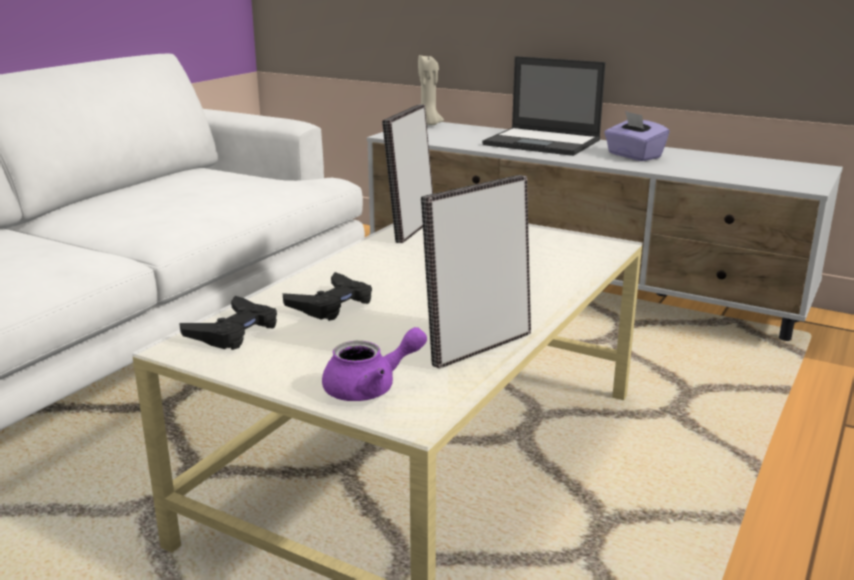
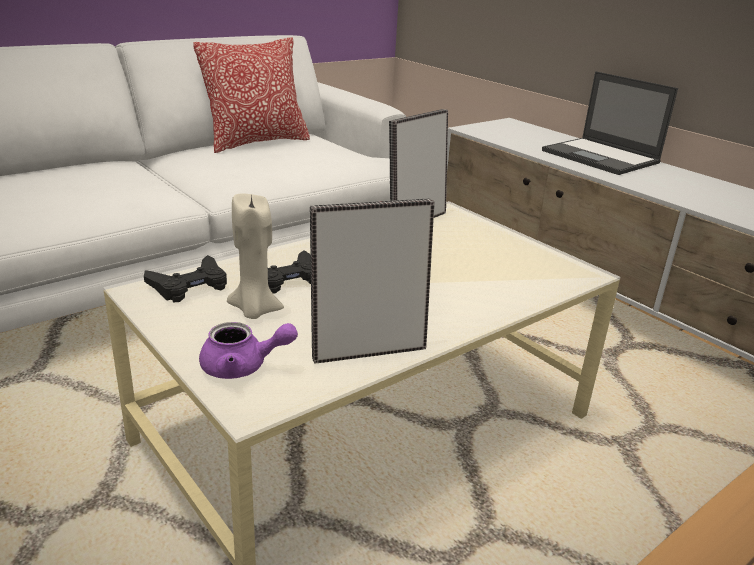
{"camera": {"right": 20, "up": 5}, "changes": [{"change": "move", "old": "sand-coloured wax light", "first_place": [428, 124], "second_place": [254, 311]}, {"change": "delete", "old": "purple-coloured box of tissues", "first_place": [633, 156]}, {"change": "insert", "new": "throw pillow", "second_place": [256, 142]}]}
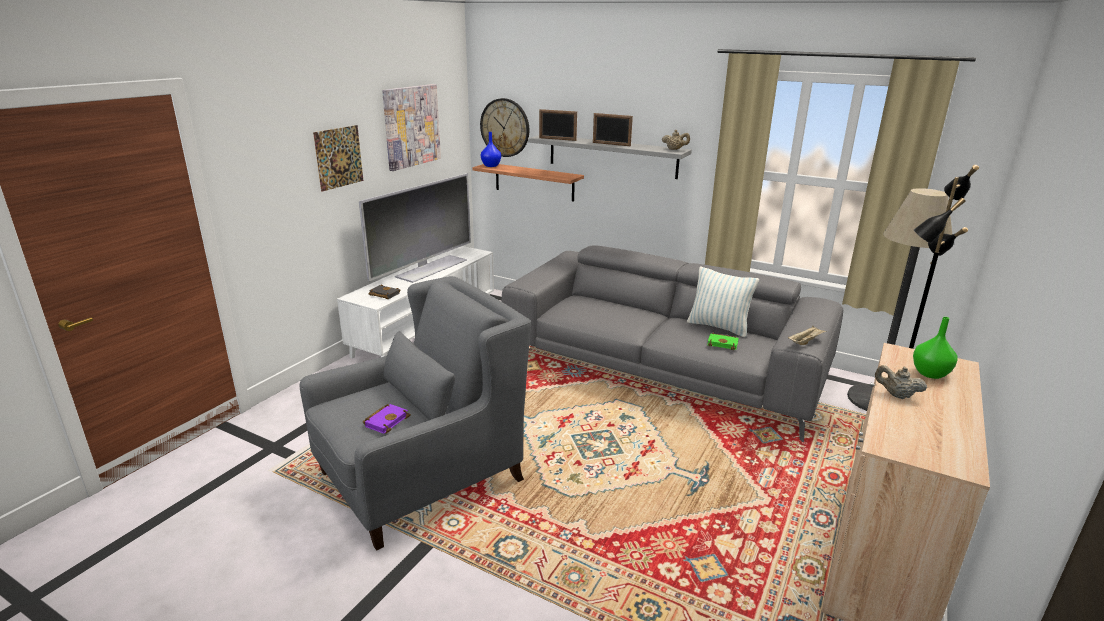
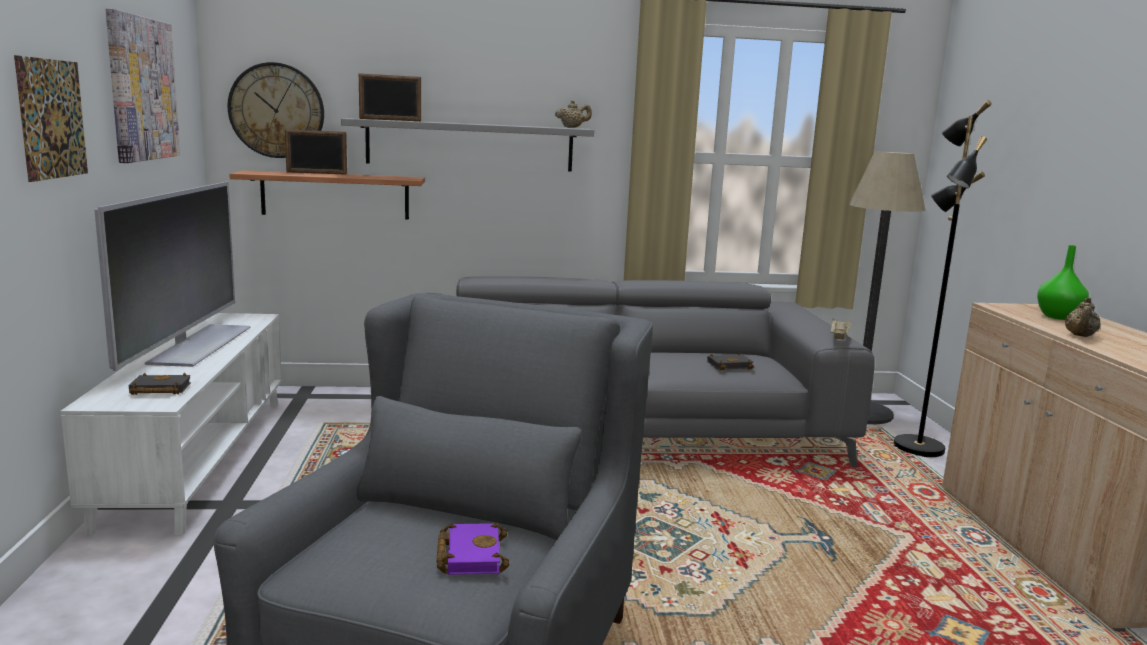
{"camera": {"right": -35, "up": -10}, "changes": [{"change": "delete", "old": "bluish vase", "first_place": [490, 166]}, {"change": "move", "old": "picture frame", "first_place": [611, 144], "second_place": [316, 173]}, {"change": "delete", "old": "throw pillow", "first_place": [718, 327]}, {"change": "recolor", "old": "green volume", "new": "black volume", "first_place": [723, 343], "second_place": [730, 365]}, {"change": "rotate", "old": "sand-coloured teapot", "first_place": [896, 395], "second_place": [1080, 336], "degrees": -60}]}
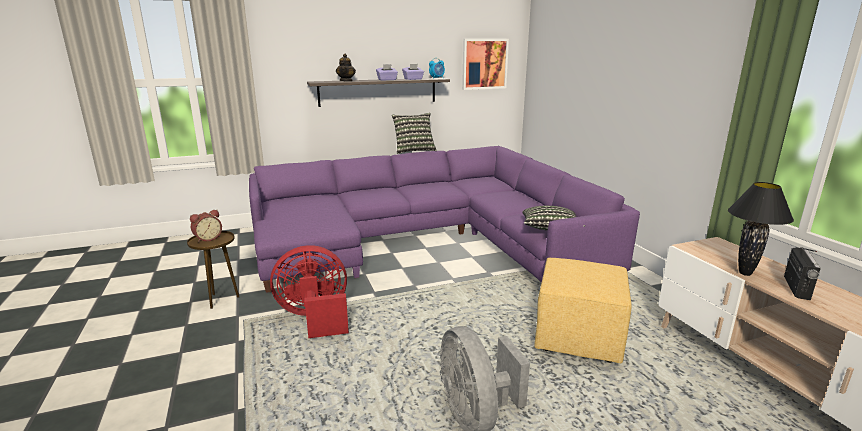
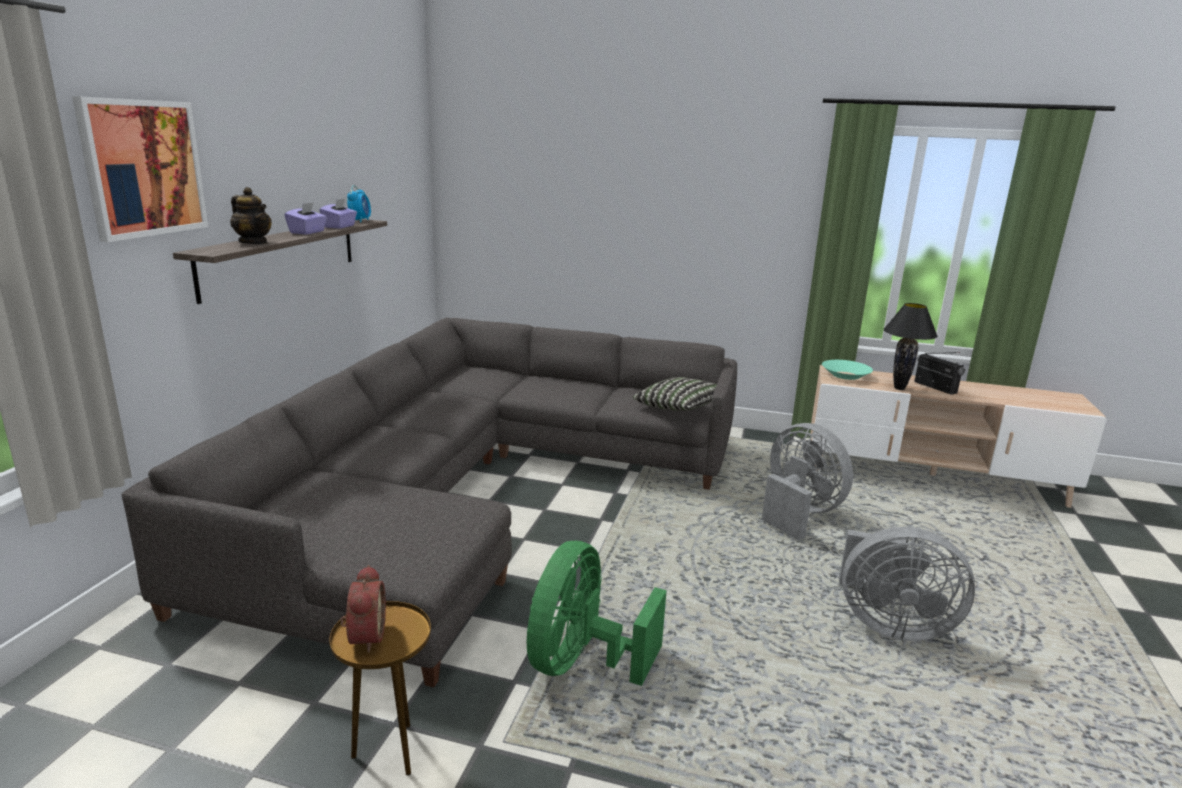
{"camera": {"right": -55, "up": 0}, "changes": [{"change": "recolor", "old": "purple-coloured settee", "new": "greyish settee", "first_place": [429, 240], "second_place": [473, 489]}, {"change": "recolor", "old": "red fan", "new": "green fan", "first_place": [315, 318], "second_place": [582, 662]}, {"change": "delete", "old": "throw pillow", "first_place": [414, 150]}, {"change": "move", "old": "wall art", "first_place": [484, 64], "second_place": [143, 168]}, {"change": "replace", "old": "yellow pouffe", "new": "greyish fan", "first_place": [576, 338], "second_place": [798, 513]}, {"change": "insert", "new": "blue-green deep dish", "second_place": [845, 375]}]}
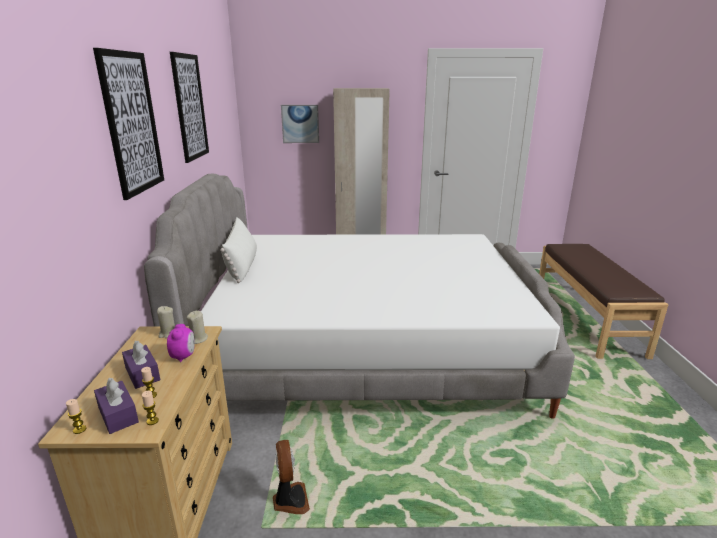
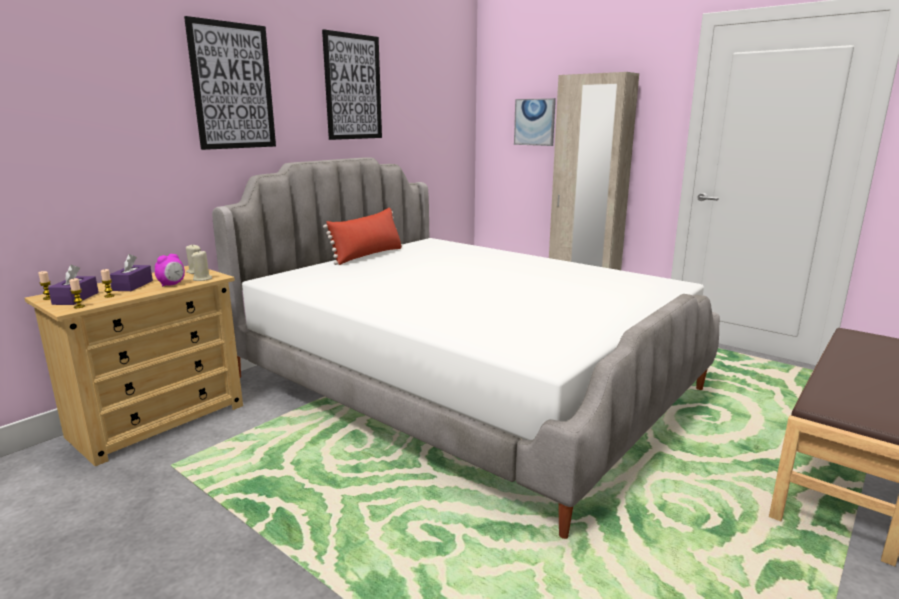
{"camera": {"right": 40, "up": -5}, "changes": [{"change": "recolor", "old": "white throw pillow", "new": "red throw pillow", "first_place": [242, 265], "second_place": [368, 255]}, {"change": "delete", "old": "fan", "first_place": [290, 500]}]}
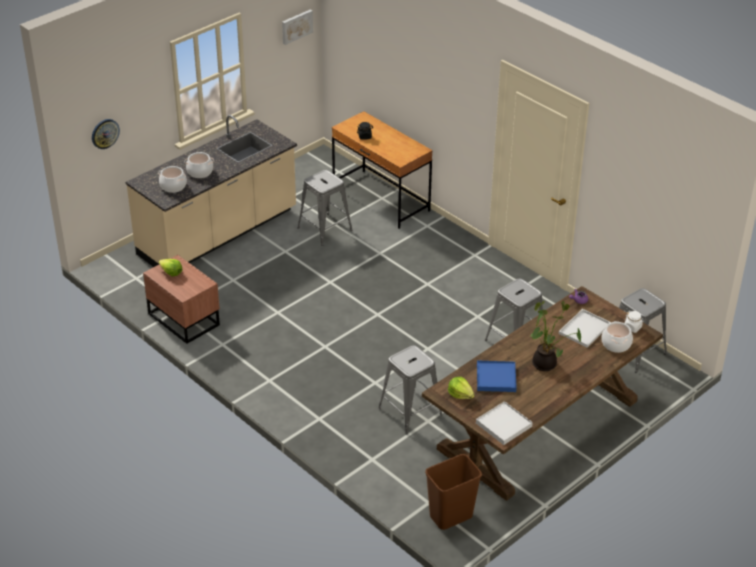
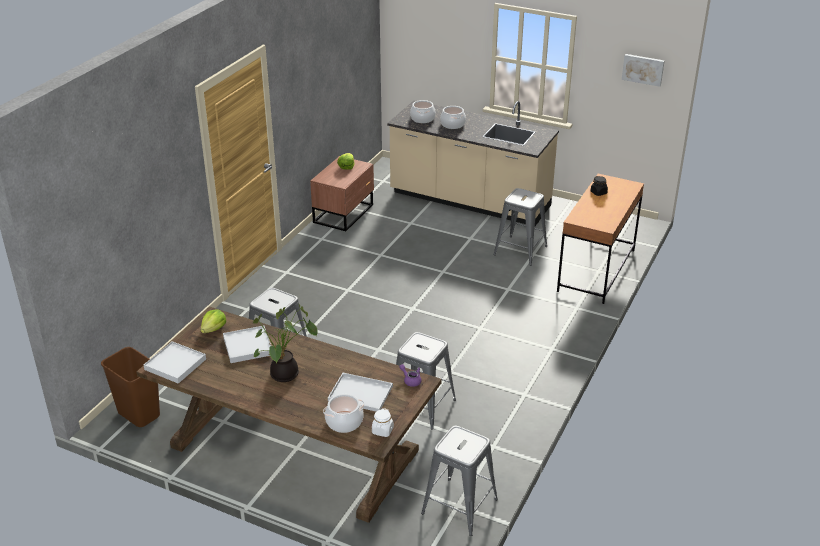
{"camera": {"right": 70, "up": -5}, "changes": [{"change": "delete", "old": "clock on the wall", "first_place": [105, 133]}, {"change": "recolor", "old": "bluish carrying tray", "new": "white carrying tray", "first_place": [496, 378], "second_place": [248, 346]}]}
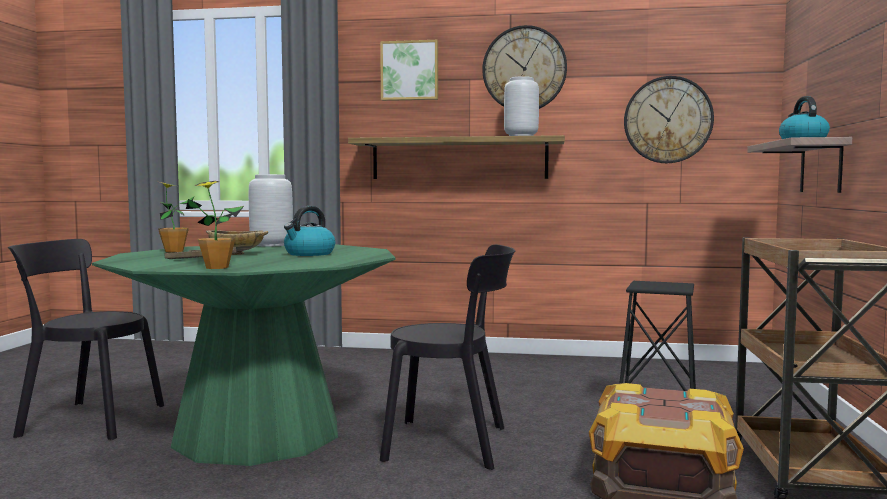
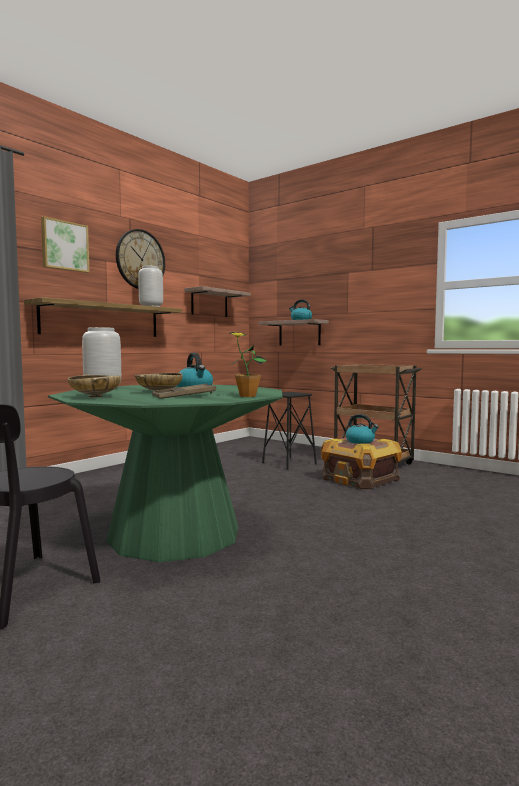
{"camera": {"right": -60, "up": 0}, "changes": [{"change": "replace", "old": "potted plant", "new": "sand-coloured deep dish", "first_place": [174, 251], "second_place": [95, 397]}, {"change": "delete", "old": "black plain chair", "first_place": [453, 444]}, {"change": "replace", "old": "clock on the wall", "new": "bracket shelf", "first_place": [667, 120], "second_place": [209, 303]}, {"change": "insert", "new": "tea kettle", "second_place": [360, 441]}]}
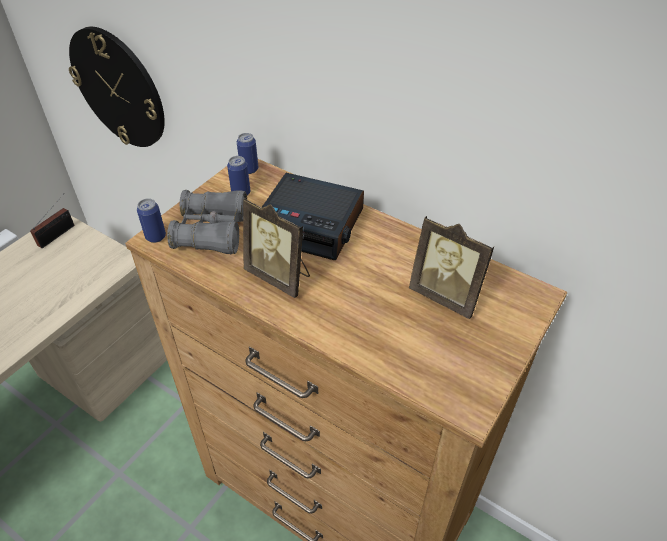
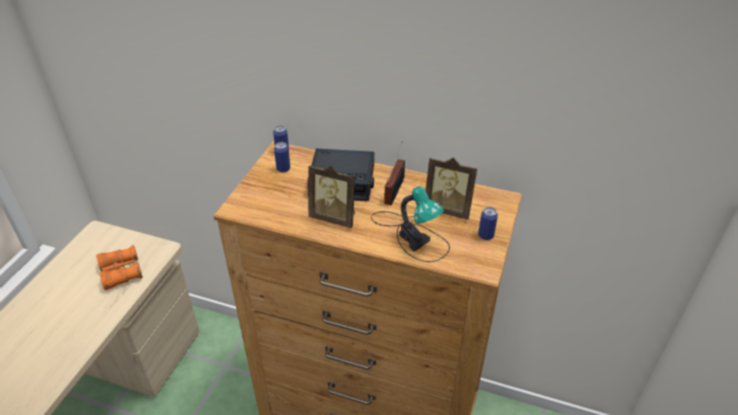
{"camera": {"right": -15, "up": -5}, "changes": [{"change": "move", "old": "radio", "first_place": [58, 234], "second_place": [395, 189]}, {"change": "delete", "old": "clock on the wall", "first_place": [118, 88]}, {"change": "move", "old": "can", "first_place": [155, 237], "second_place": [485, 235]}, {"change": "delete", "old": "greyish pair of binoculars", "first_place": [212, 232]}, {"change": "insert", "new": "orange-coloured pair of binoculars", "second_place": [121, 273]}, {"change": "insert", "new": "table lamp", "second_place": [412, 235]}]}
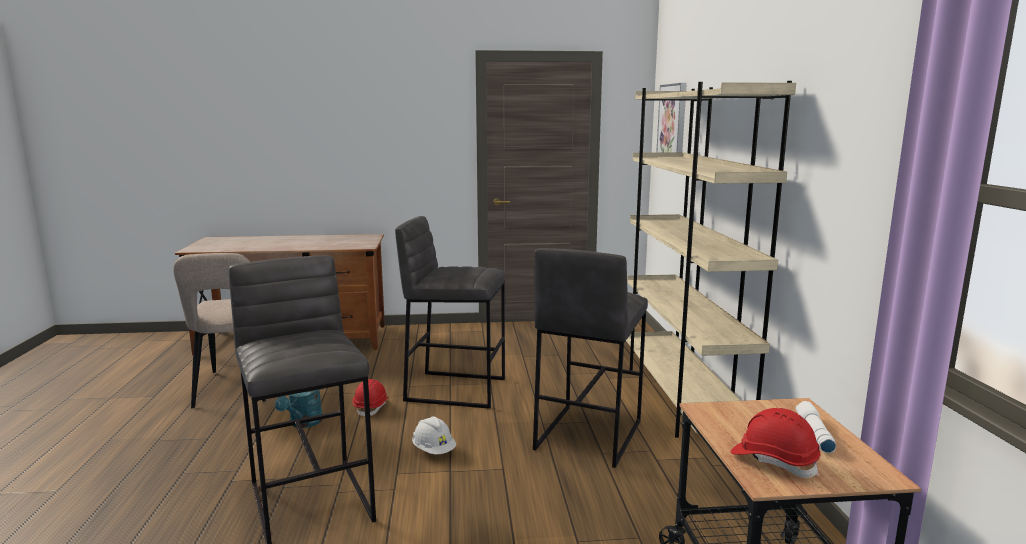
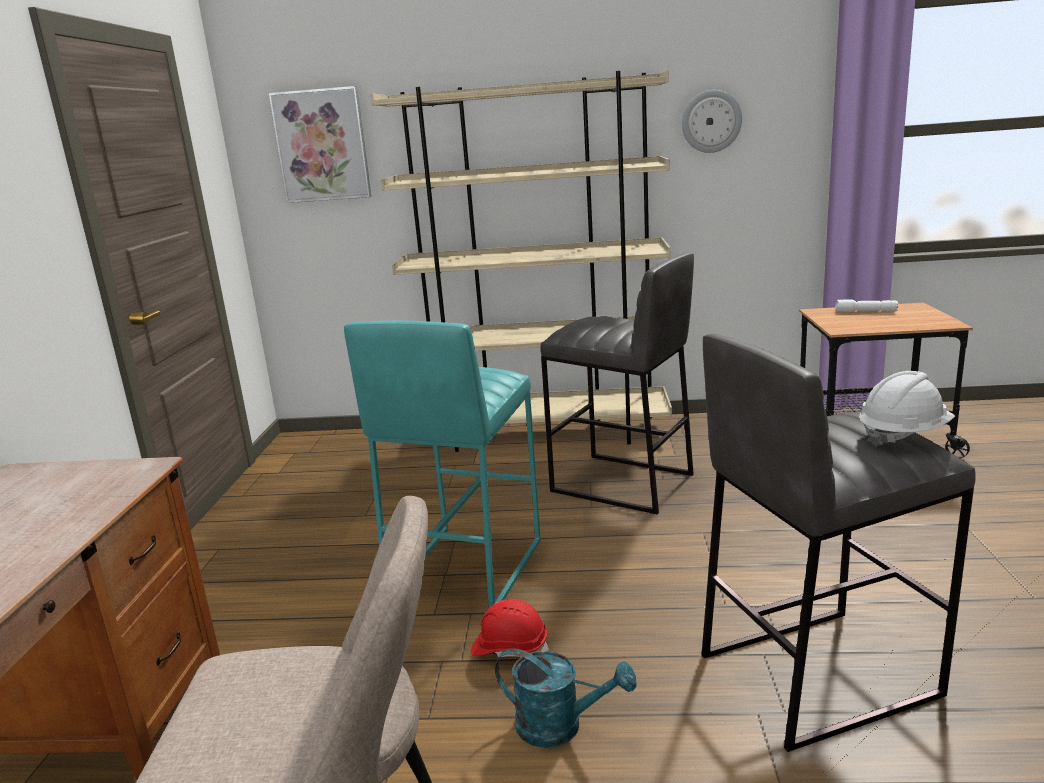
{"camera": {"right": -80, "up": 5}, "changes": [{"change": "recolor", "old": "greyish stool seat", "new": "blue-green stool seat", "first_place": [455, 389], "second_place": [464, 569]}, {"change": "move", "old": "white safety helmet", "first_place": [434, 450], "second_place": [903, 435]}, {"change": "delete", "old": "red safety helmet", "first_place": [773, 461]}, {"change": "insert", "new": "clock on the wall", "second_place": [711, 121]}]}
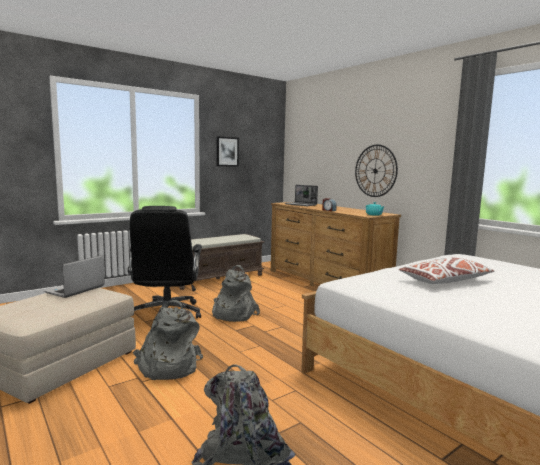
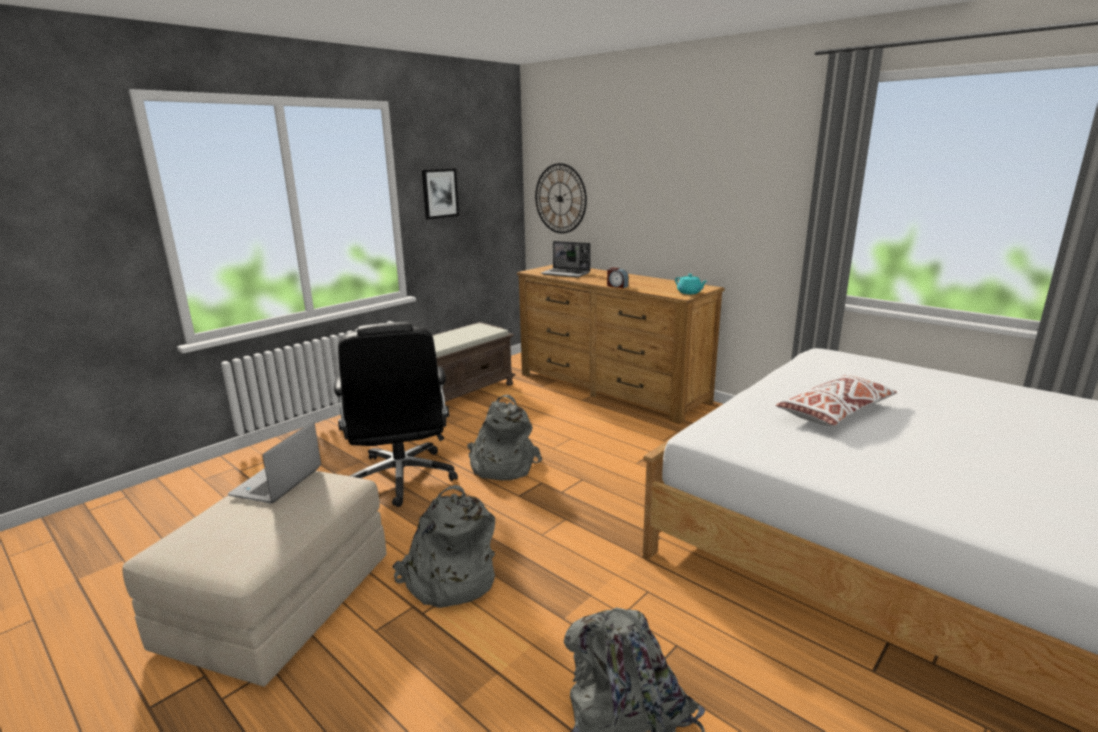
{"camera": {"right": -10, "up": 10}, "changes": [{"change": "move", "old": "clock on the wall", "first_place": [375, 171], "second_place": [560, 198]}]}
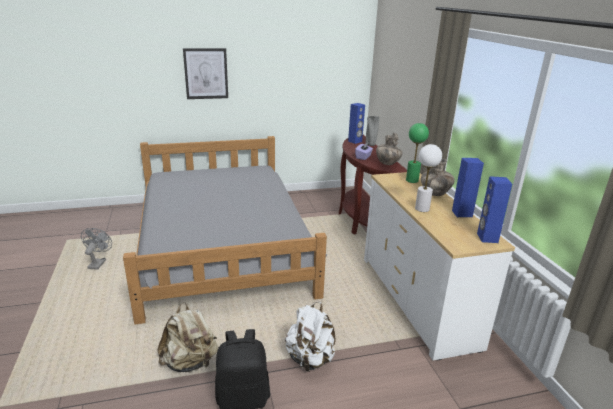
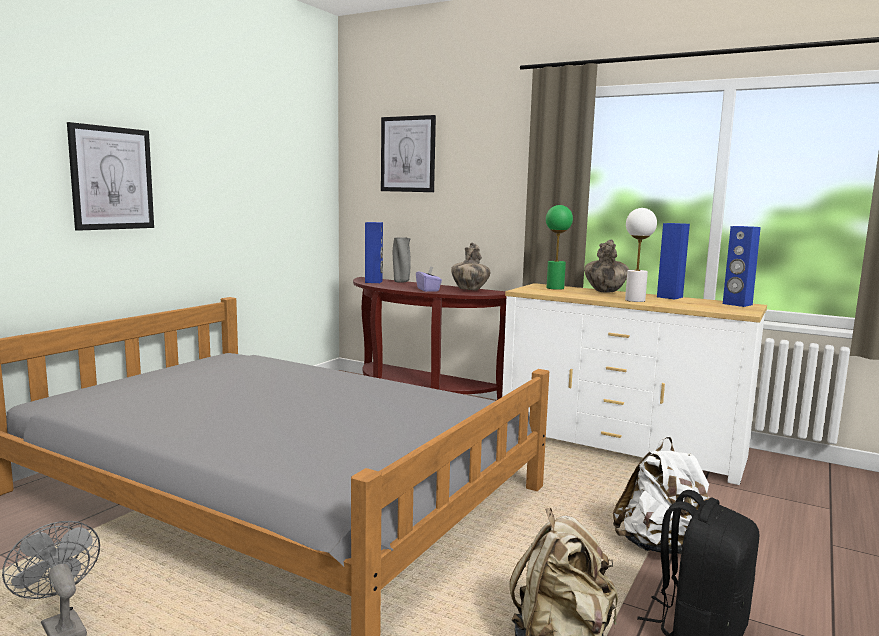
{"camera": {"right": -45, "up": -15}, "changes": [{"change": "insert", "new": "wall art", "second_place": [408, 154]}]}
